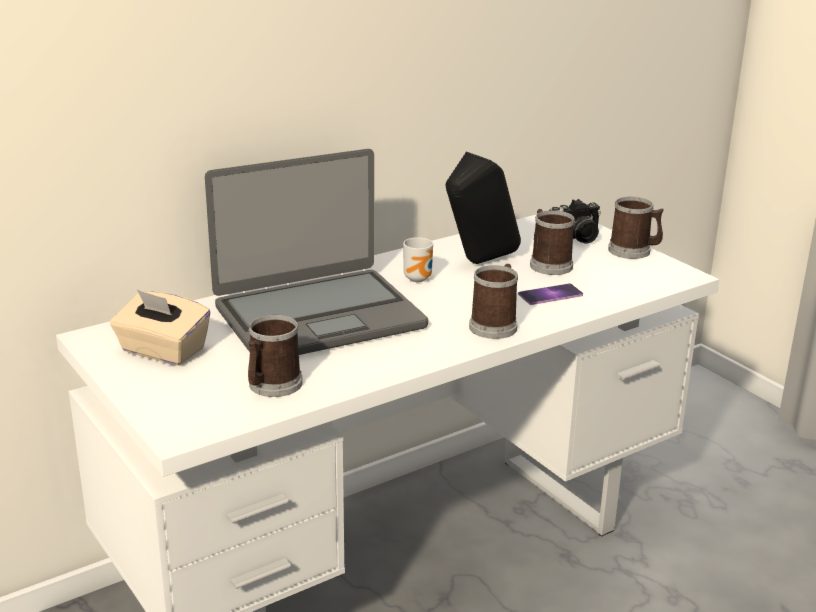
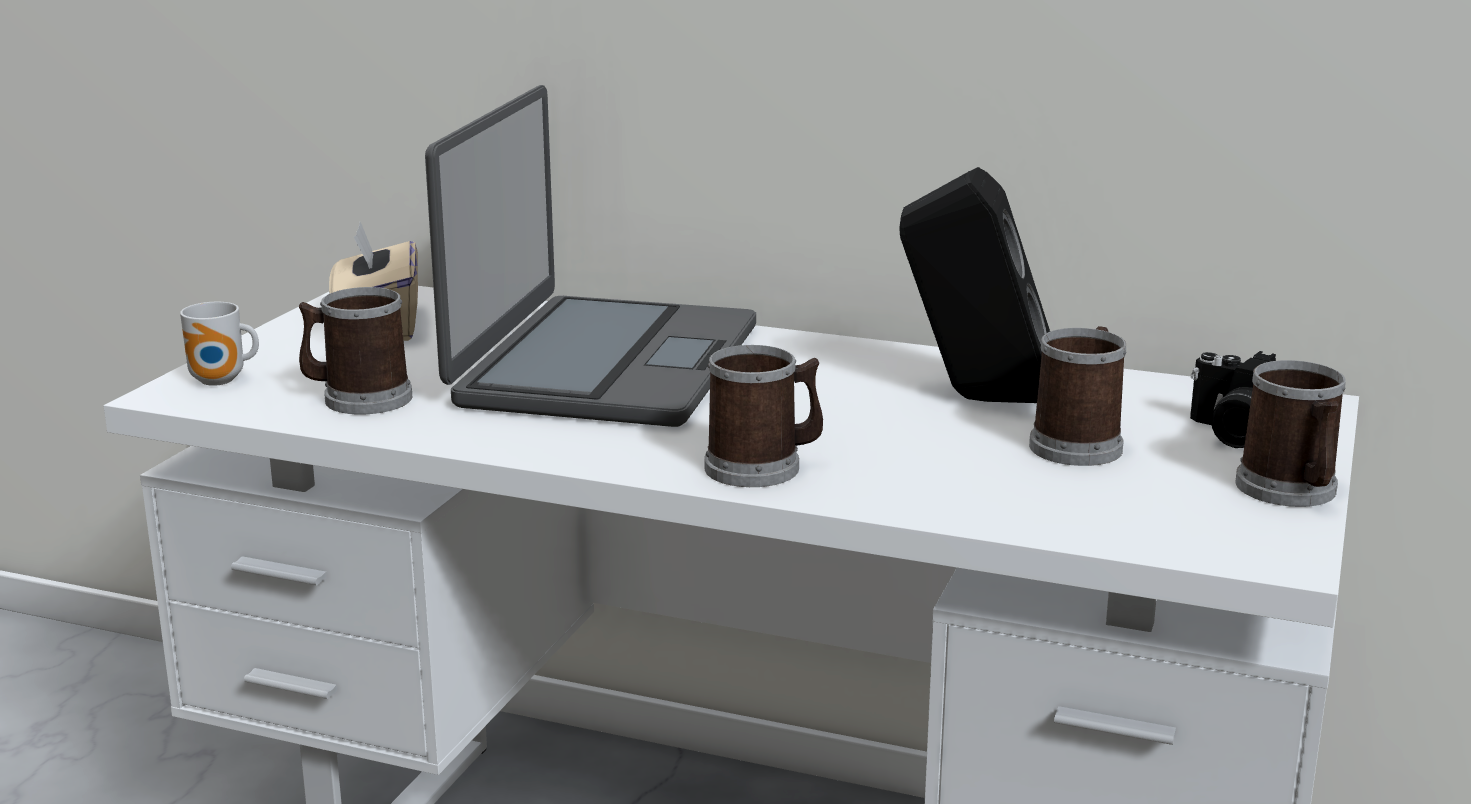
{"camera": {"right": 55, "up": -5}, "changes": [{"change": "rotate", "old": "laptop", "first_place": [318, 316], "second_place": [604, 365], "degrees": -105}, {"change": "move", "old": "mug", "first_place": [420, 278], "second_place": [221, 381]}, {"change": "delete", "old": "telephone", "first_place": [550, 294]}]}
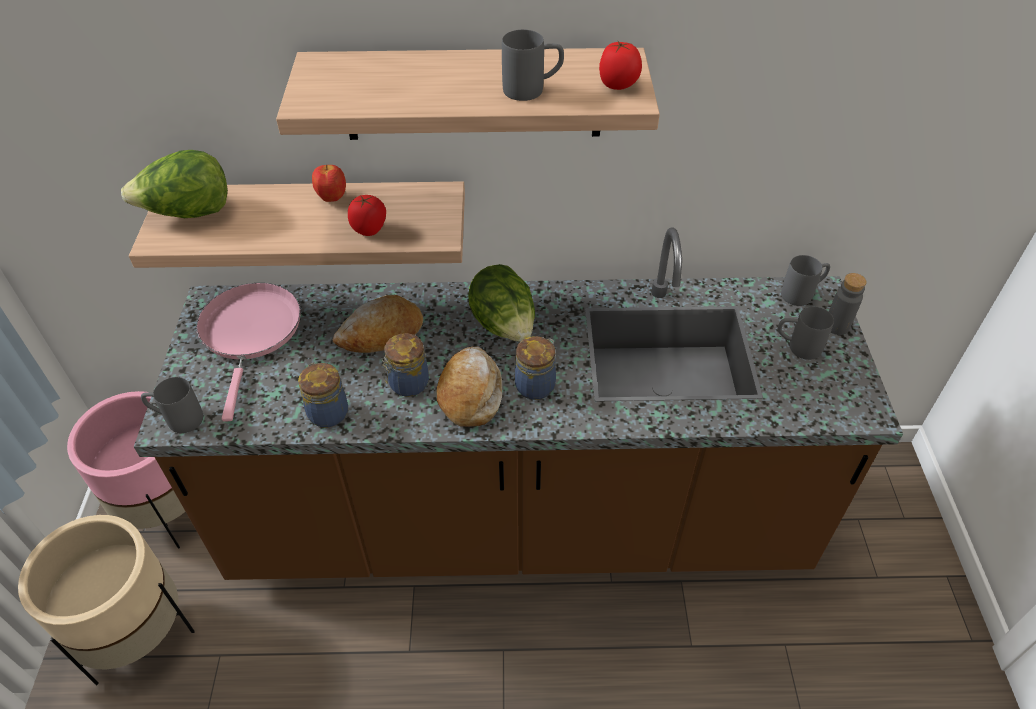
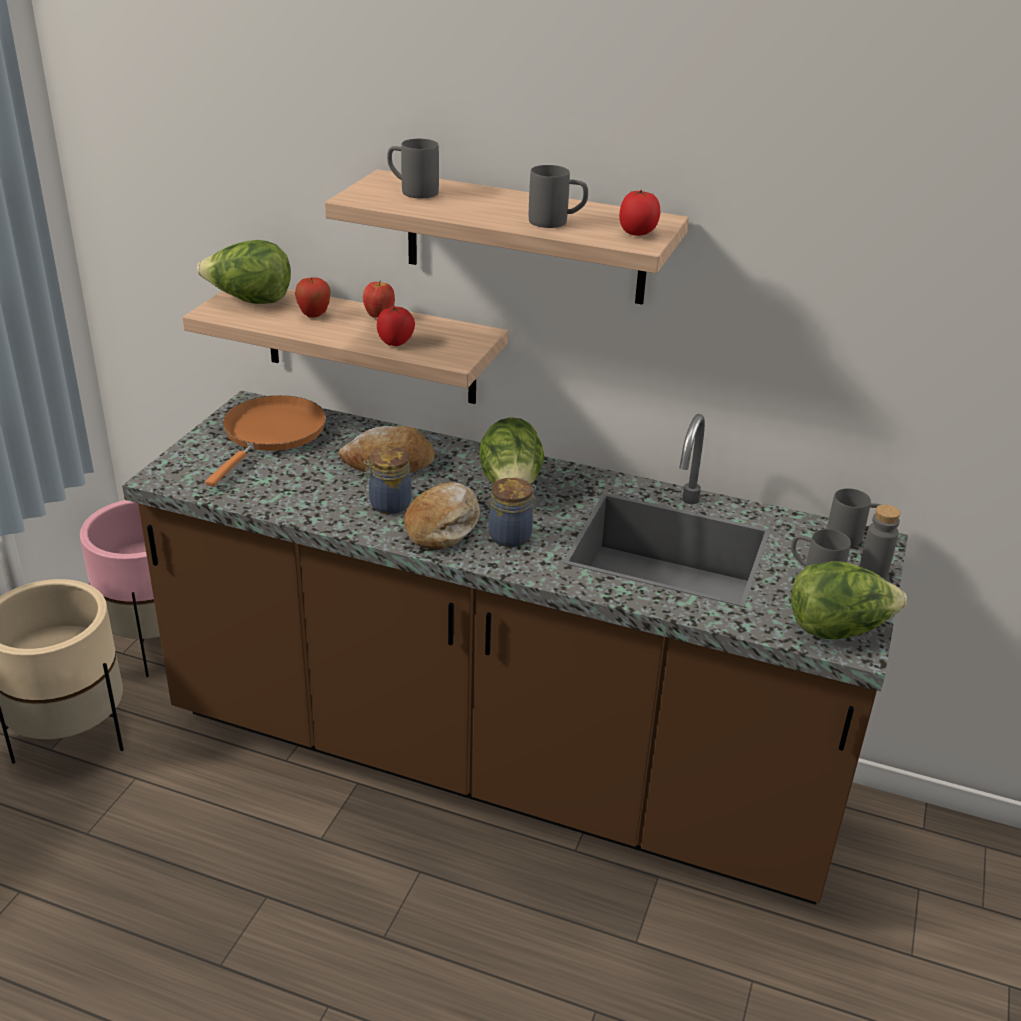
{"camera": {"right": 20, "up": -15}, "changes": [{"change": "move", "old": "greyish mug", "first_place": [177, 419], "second_place": [412, 191]}, {"change": "recolor", "old": "pink frying pan", "new": "orange-coloured frying pan", "first_place": [250, 333], "second_place": [271, 434]}, {"change": "delete", "old": "jar", "first_place": [327, 412]}, {"change": "insert", "new": "whole apple", "second_place": [314, 315]}, {"change": "insert", "new": "lettuce head", "second_place": [838, 629]}]}
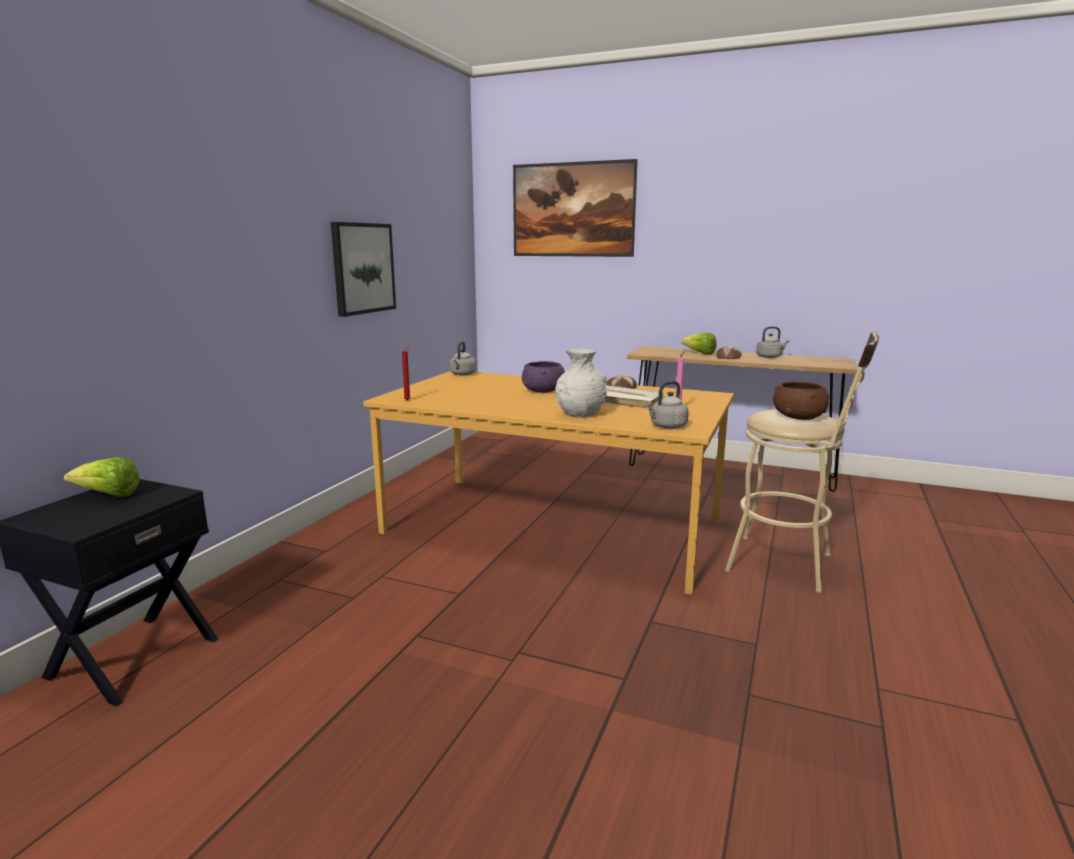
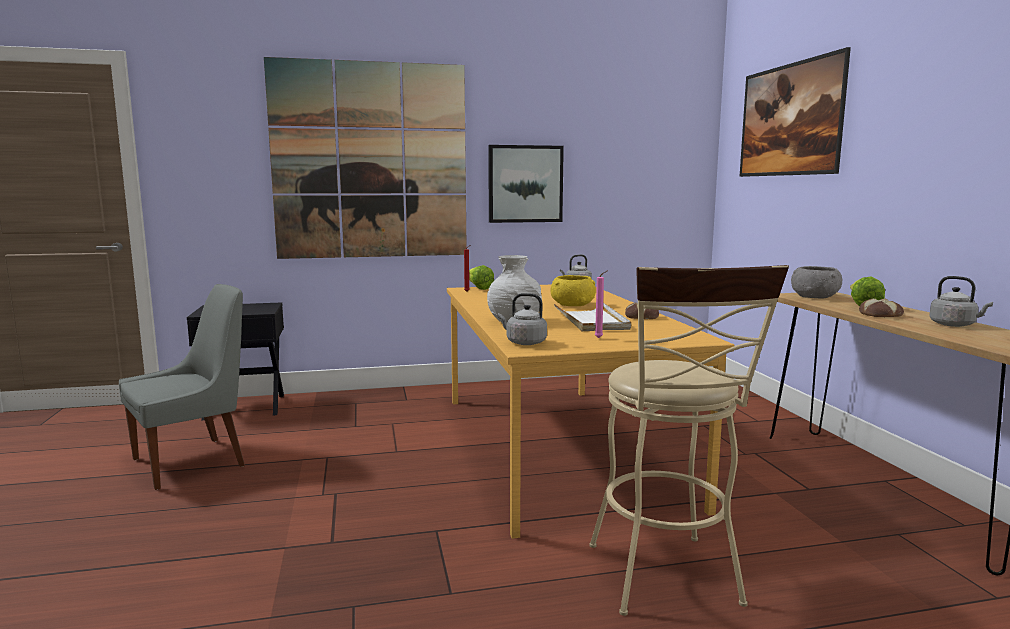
{"camera": {"right": 55, "up": -5}, "changes": [{"change": "move", "old": "lettuce head", "first_place": [109, 495], "second_place": [478, 288]}, {"change": "recolor", "old": "purple-coloured deep dish", "new": "yellow deep dish", "first_place": [543, 390], "second_place": [572, 305]}, {"change": "delete", "old": "brownish deep dish", "first_place": [798, 417]}, {"change": "insert", "new": "greyish plain chair", "second_place": [194, 461]}, {"change": "insert", "new": "wall art", "second_place": [371, 161]}, {"change": "insert", "new": "greyish deep dish", "second_place": [814, 297]}]}
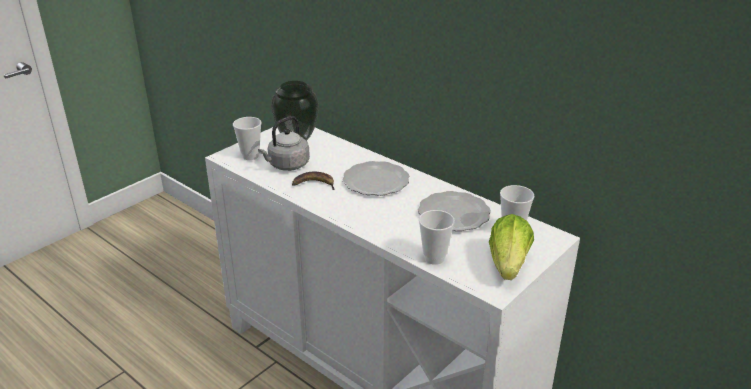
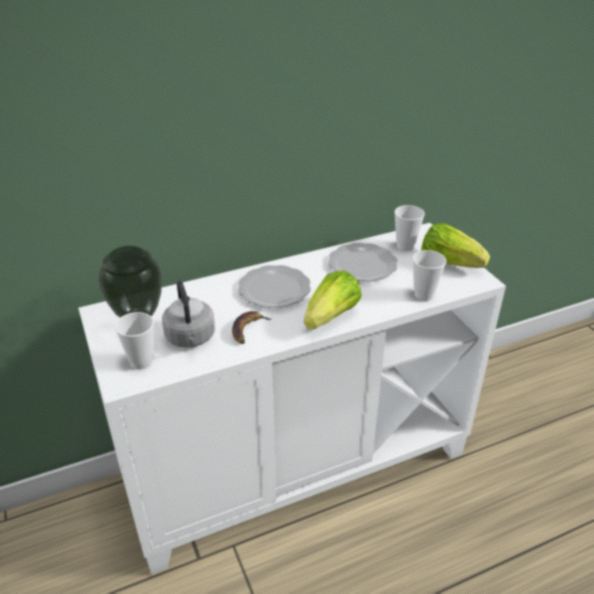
{"camera": {"right": -65, "up": 5}, "changes": [{"change": "insert", "new": "lettuce head", "second_place": [331, 317]}]}
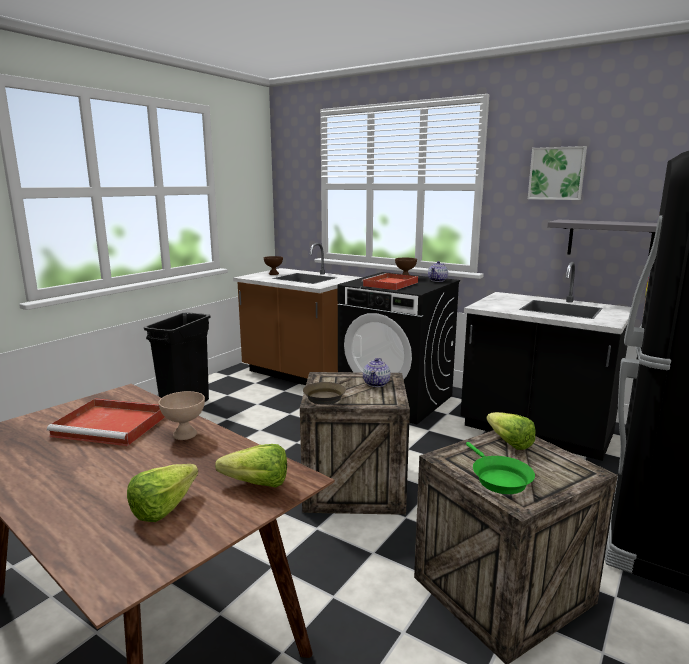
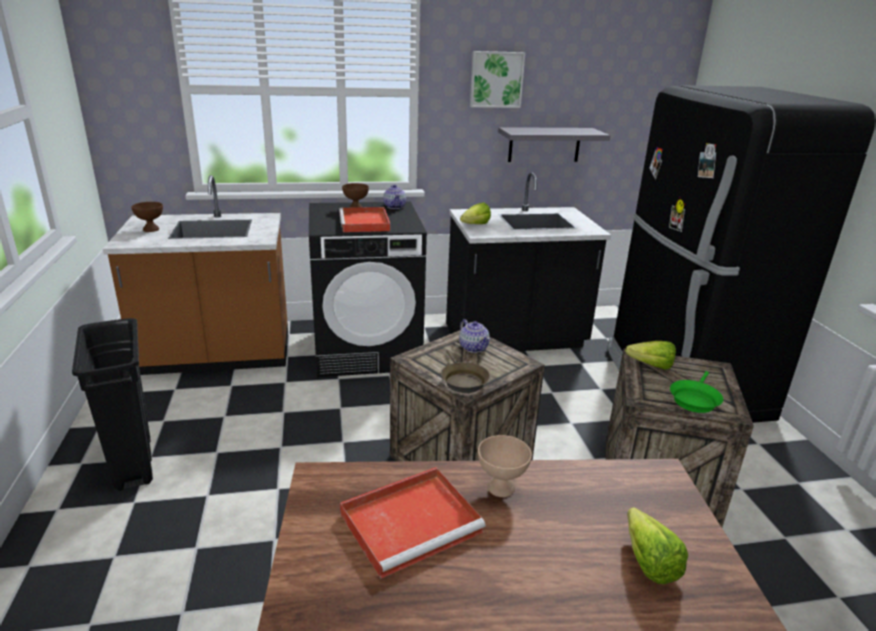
{"camera": {"right": -45, "up": 10}, "changes": [{"change": "move", "old": "lettuce head", "first_place": [252, 483], "second_place": [472, 226]}, {"change": "rotate", "old": "green frying pan", "first_place": [498, 478], "second_place": [694, 399], "degrees": 90}]}
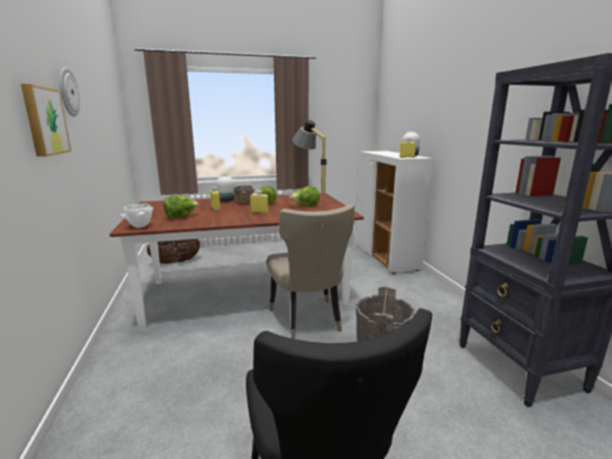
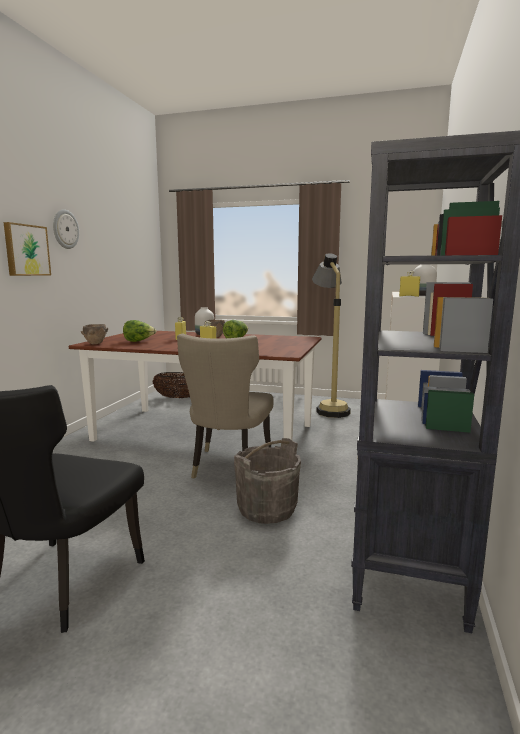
{"camera": {"right": 30, "up": -5}, "changes": [{"change": "recolor", "old": "white deep dish", "new": "brownish deep dish", "first_place": [140, 226], "second_place": [95, 344]}, {"change": "delete", "old": "lettuce head", "first_place": [306, 206]}]}
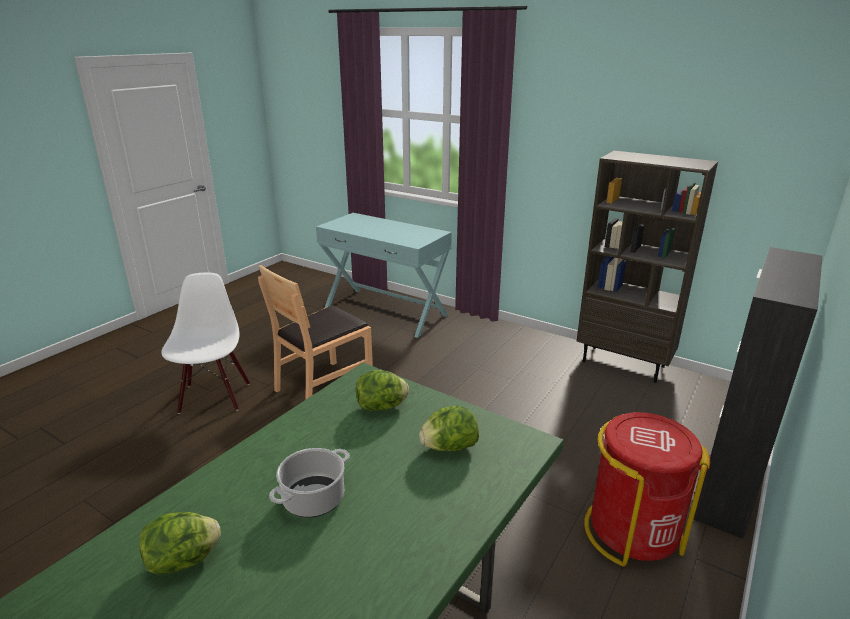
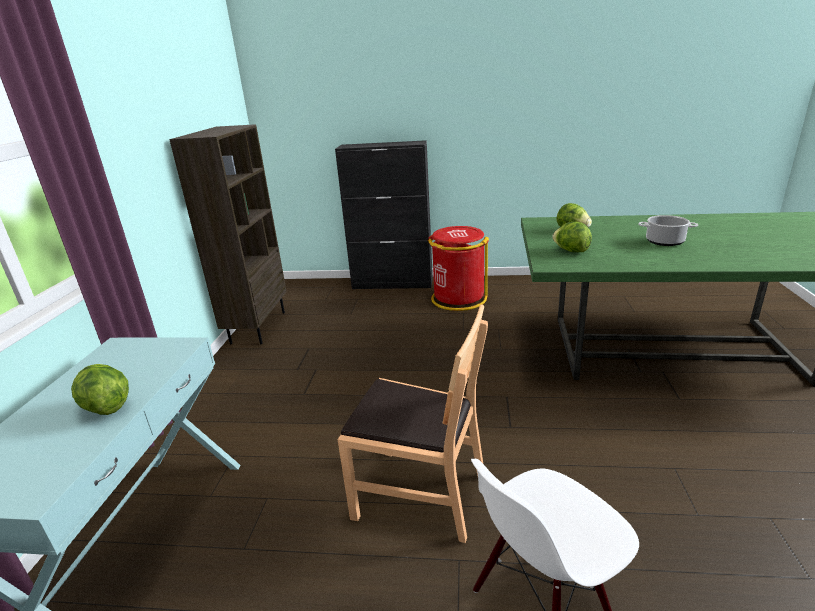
{"camera": {"right": -115, "up": 0}, "changes": [{"change": "move", "old": "lettuce head", "first_place": [184, 561], "second_place": [106, 407]}]}
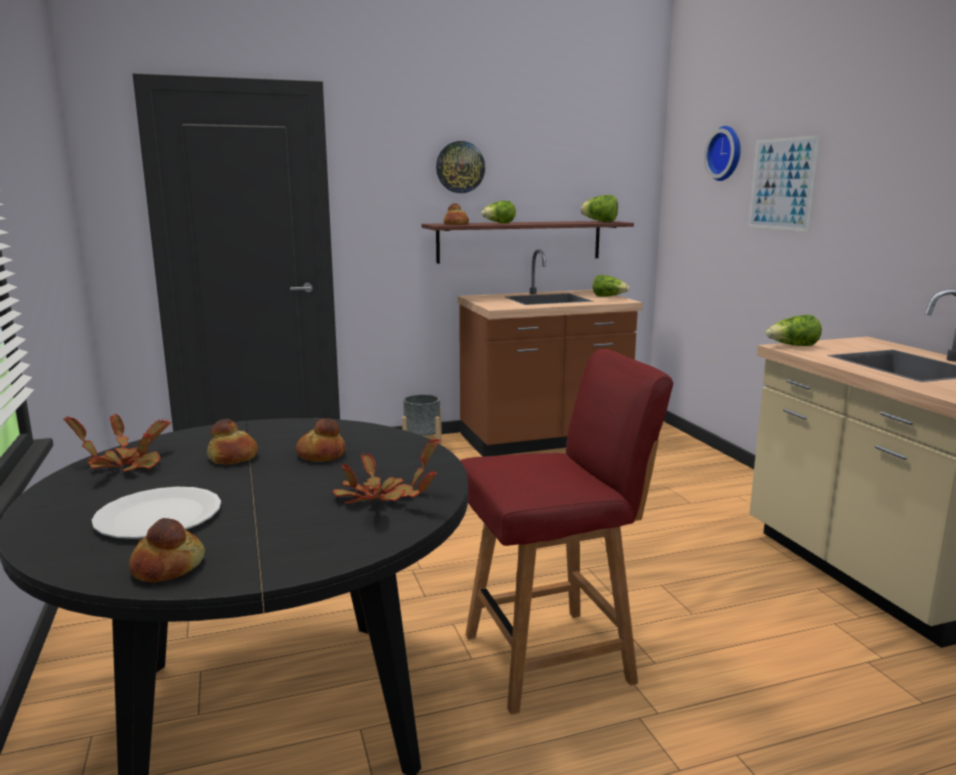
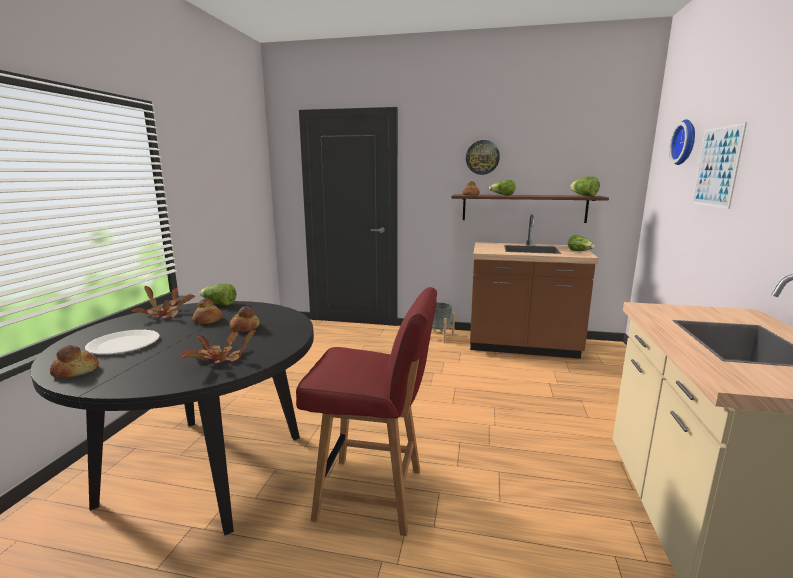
{"camera": {"right": 30, "up": 0}, "changes": [{"change": "move", "old": "lettuce head", "first_place": [792, 346], "second_place": [219, 304]}]}
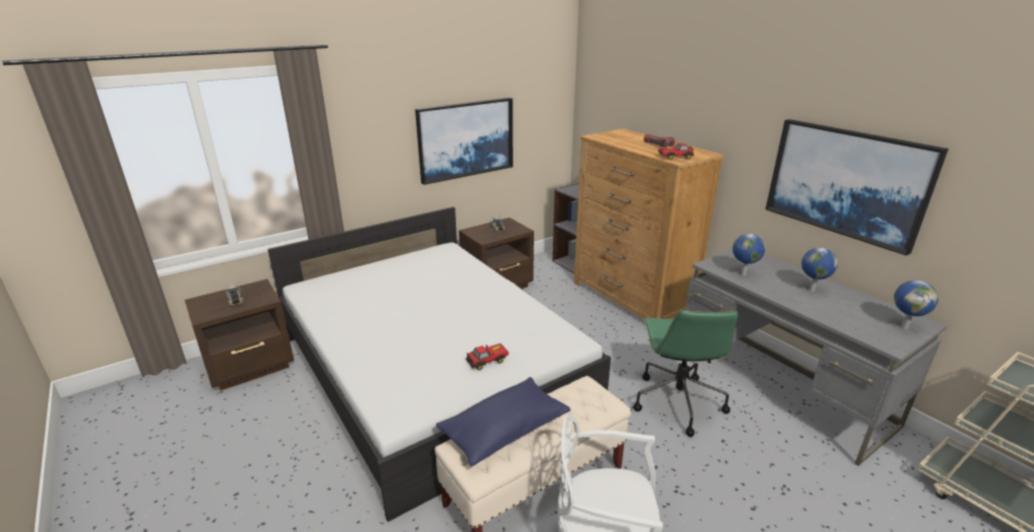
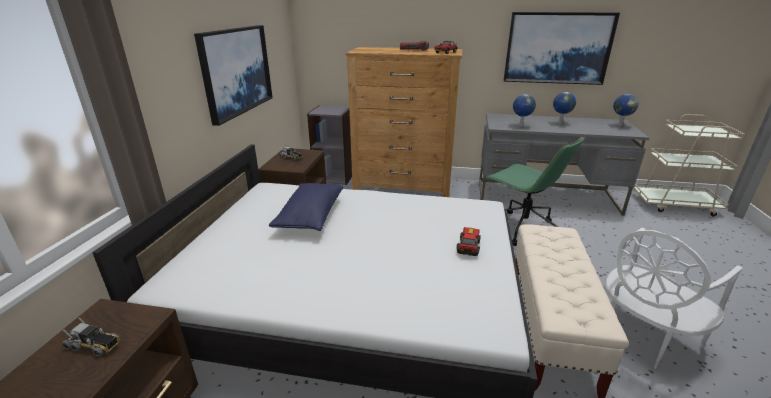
{"camera": {"right": -45, "up": 0}, "changes": [{"change": "move", "old": "bluish throw pillow", "first_place": [504, 431], "second_place": [310, 216]}]}
